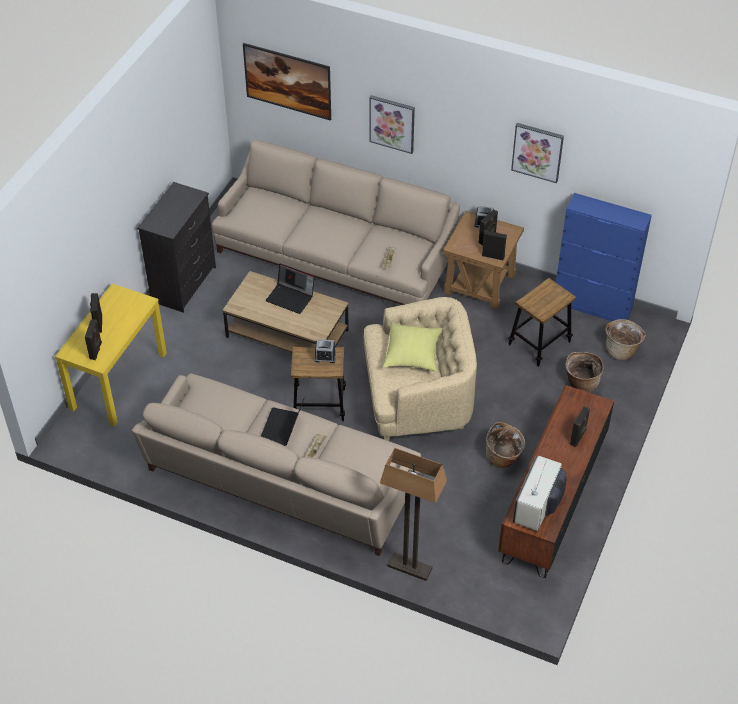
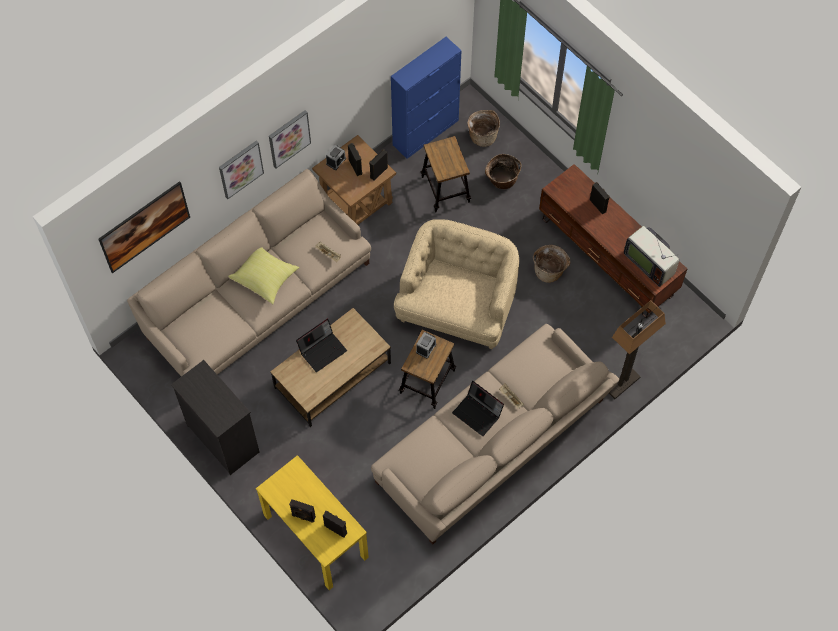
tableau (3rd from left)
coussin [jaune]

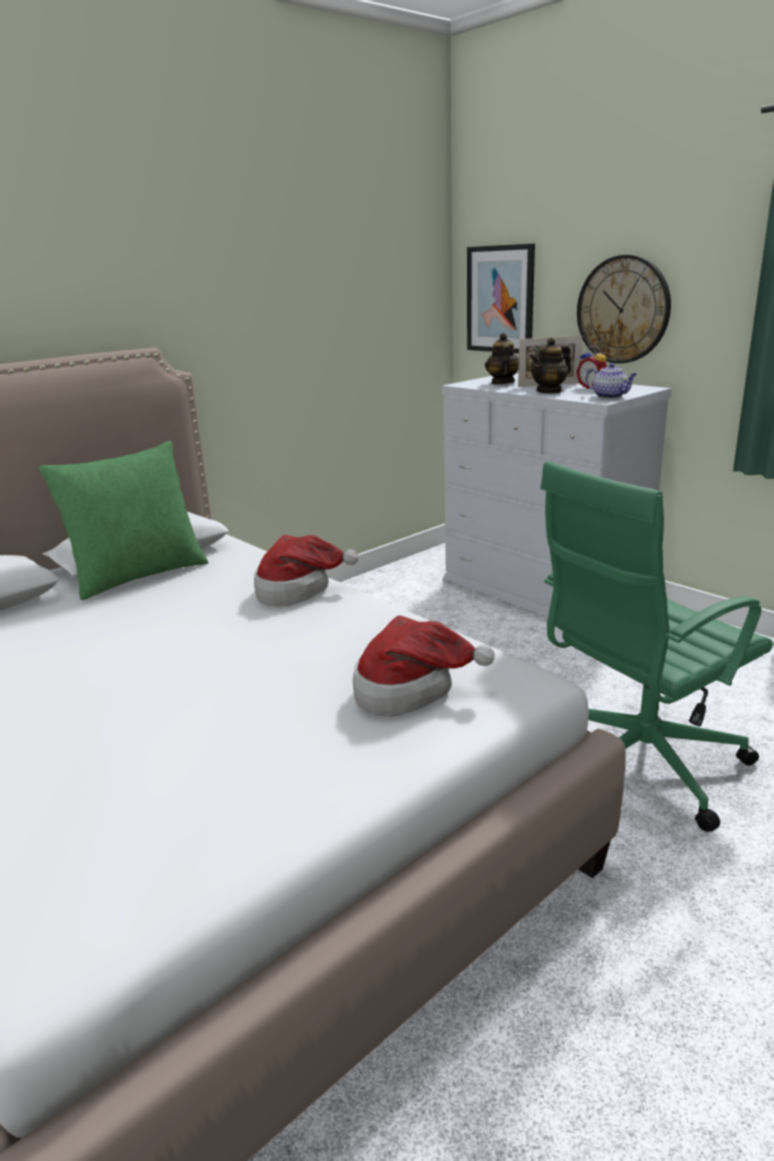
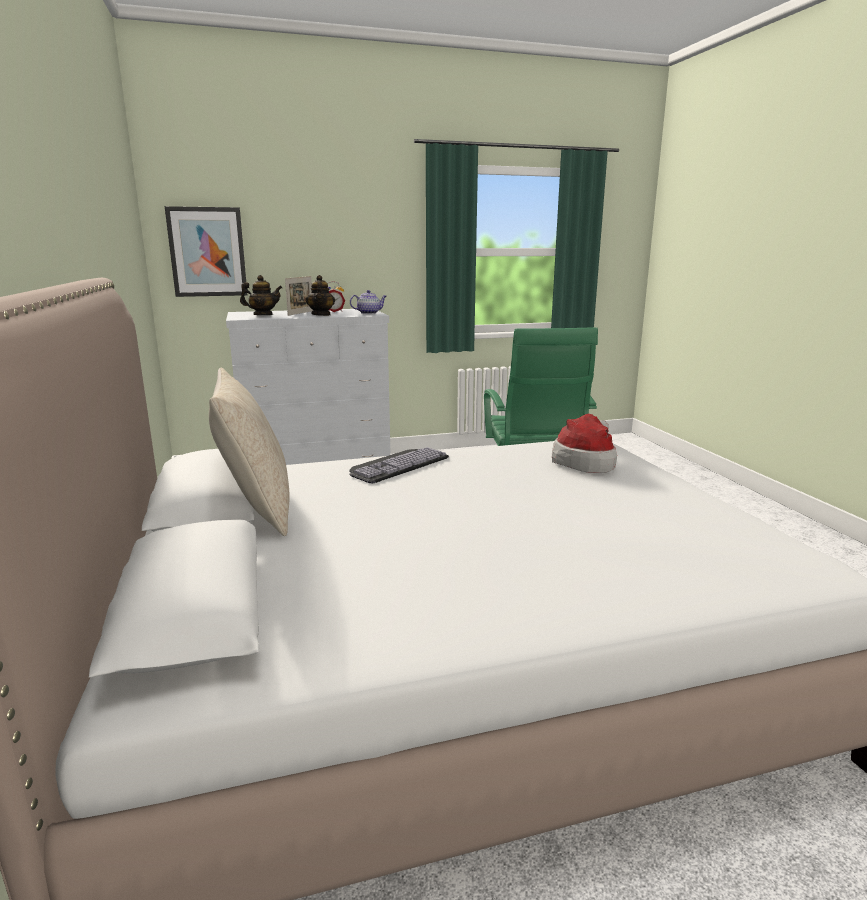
horloge murale
théière (1st from left)
coussin [beige]
clavier

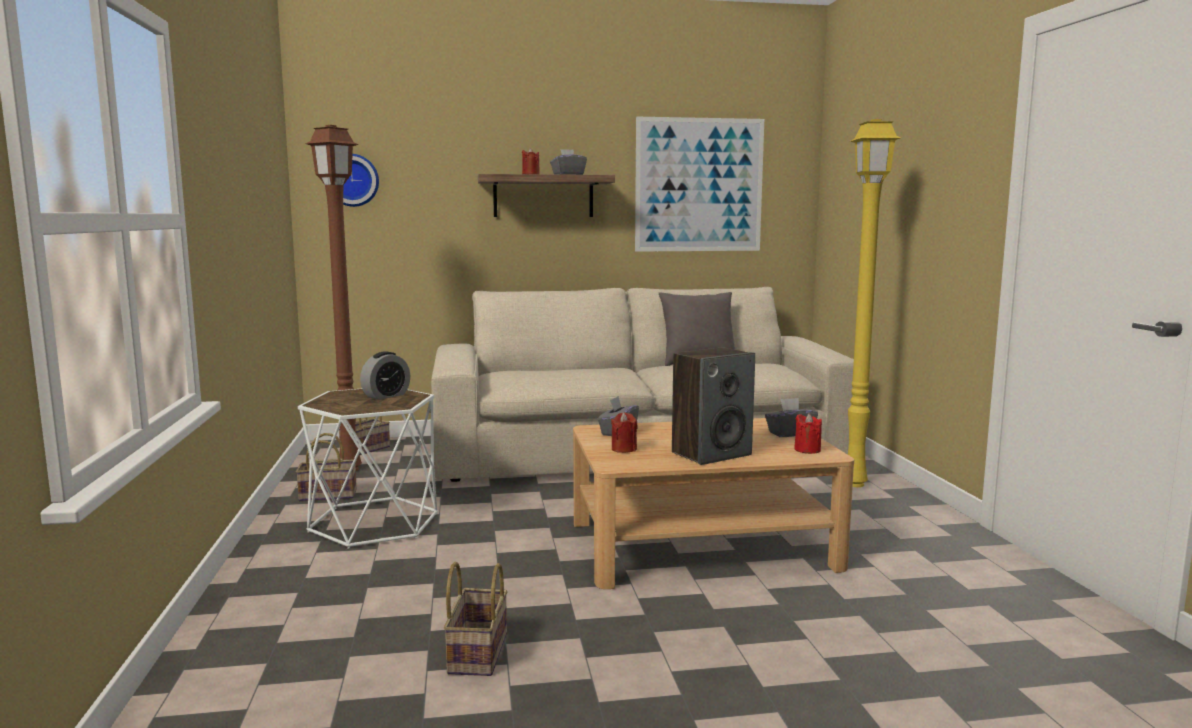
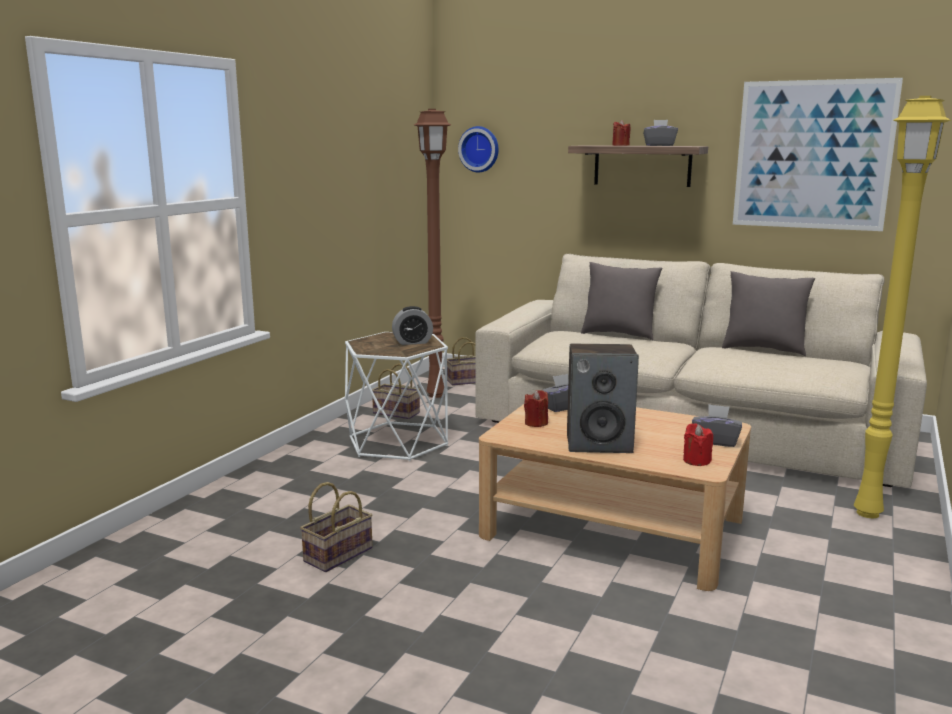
coussin [gris] (1st from left)

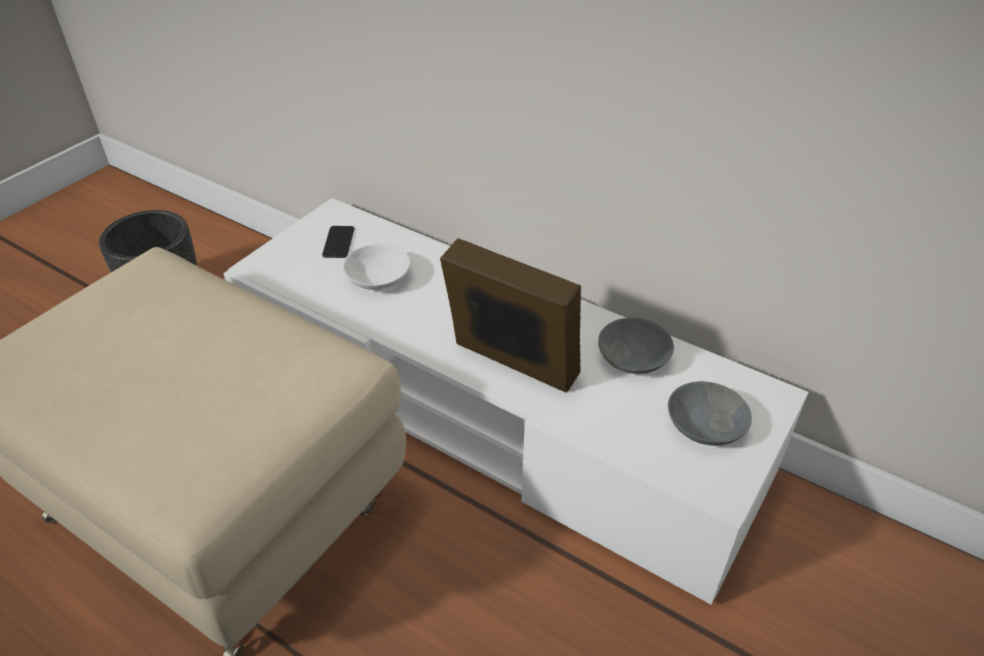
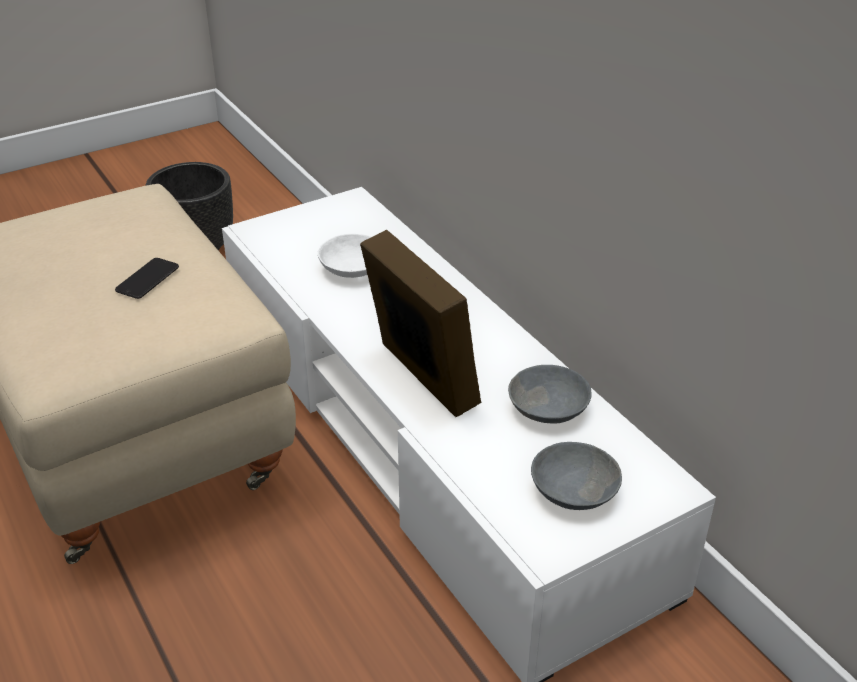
téléphone

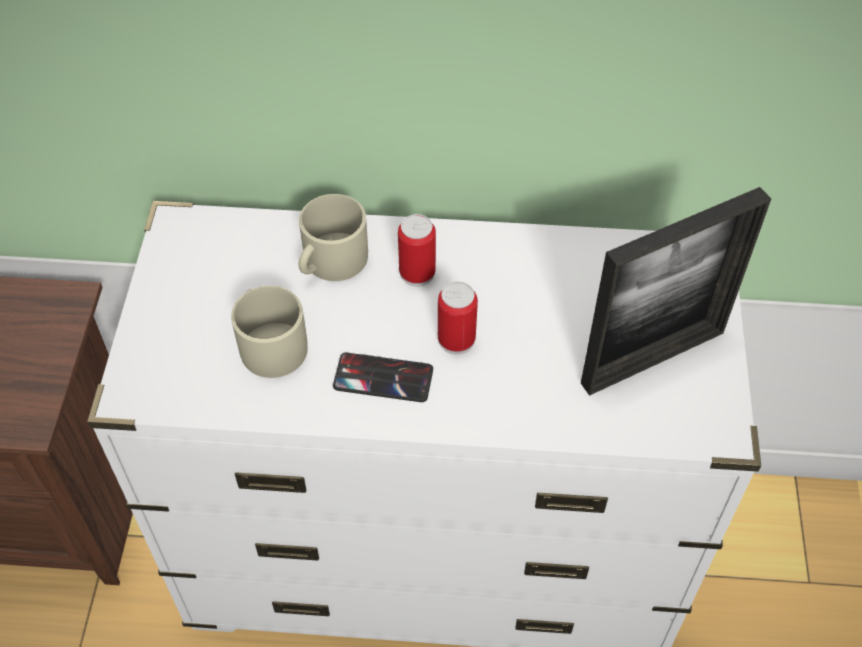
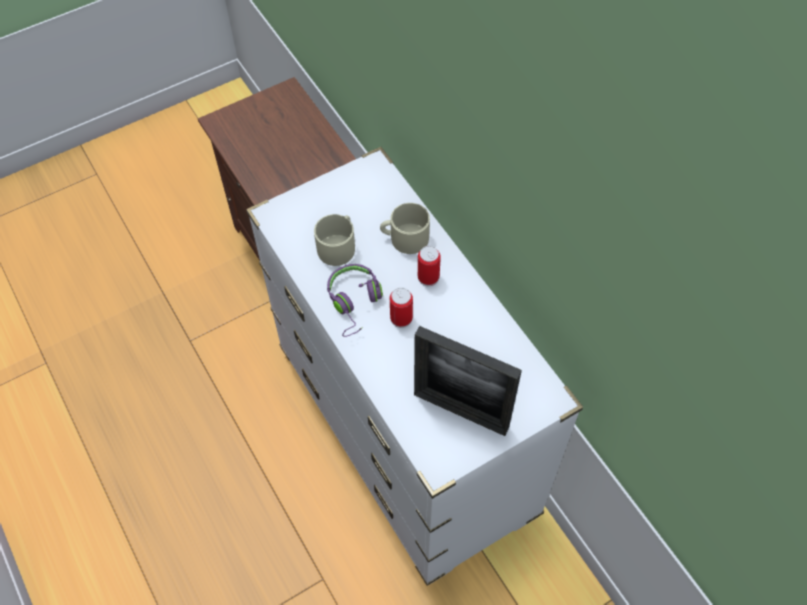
casque audio [violet]

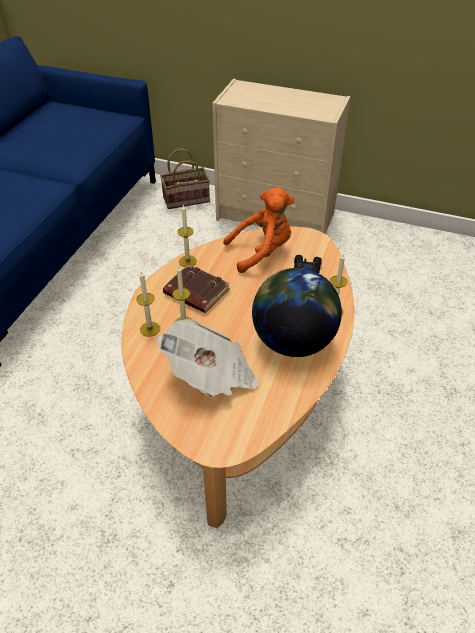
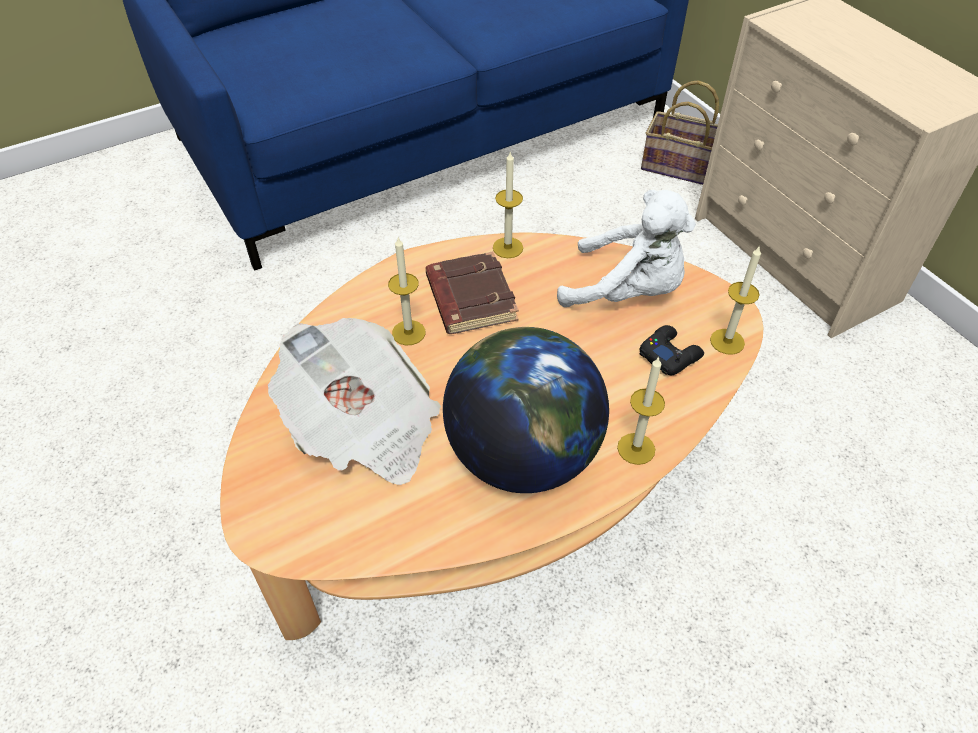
peluche [blanc]
bougie (4th from left)

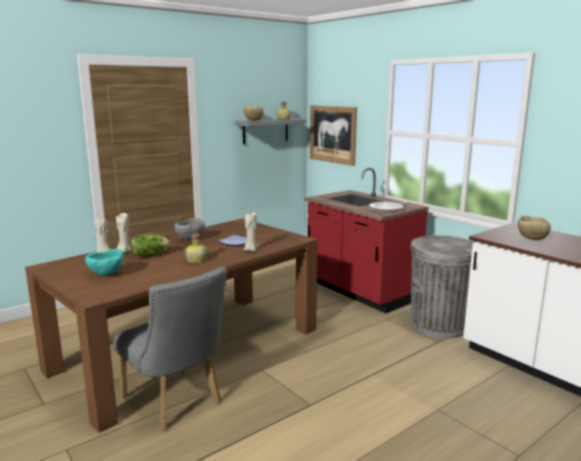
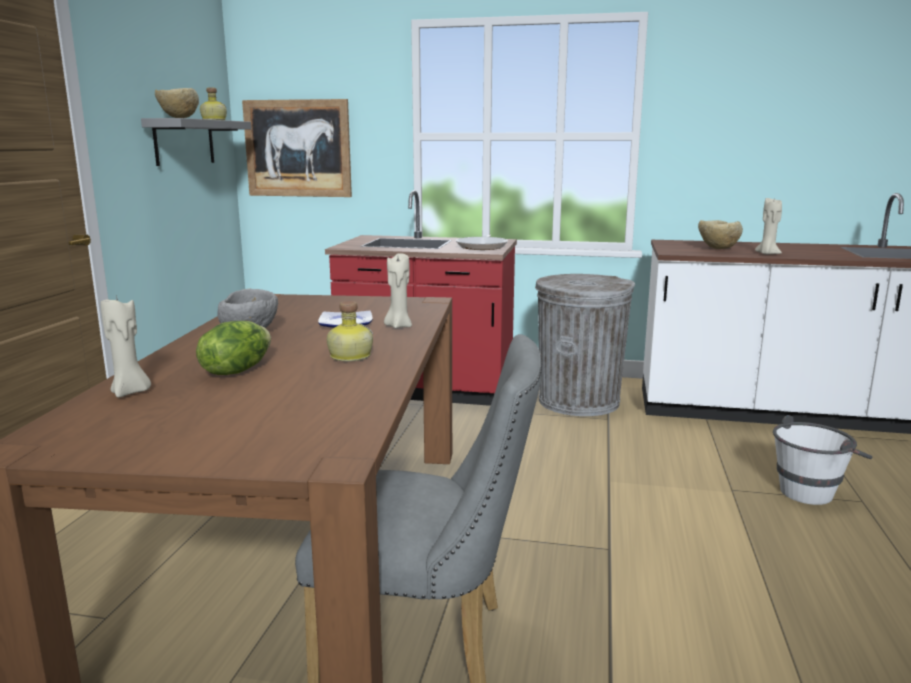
bougie [beige] (3rd from left)
bol [turquoise]
seau [blanc]

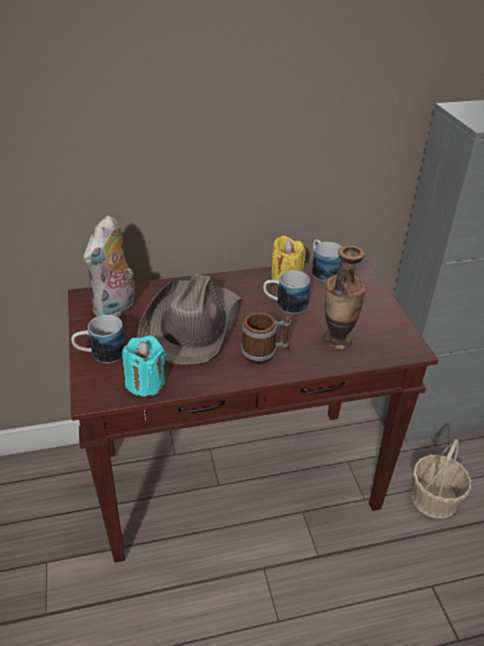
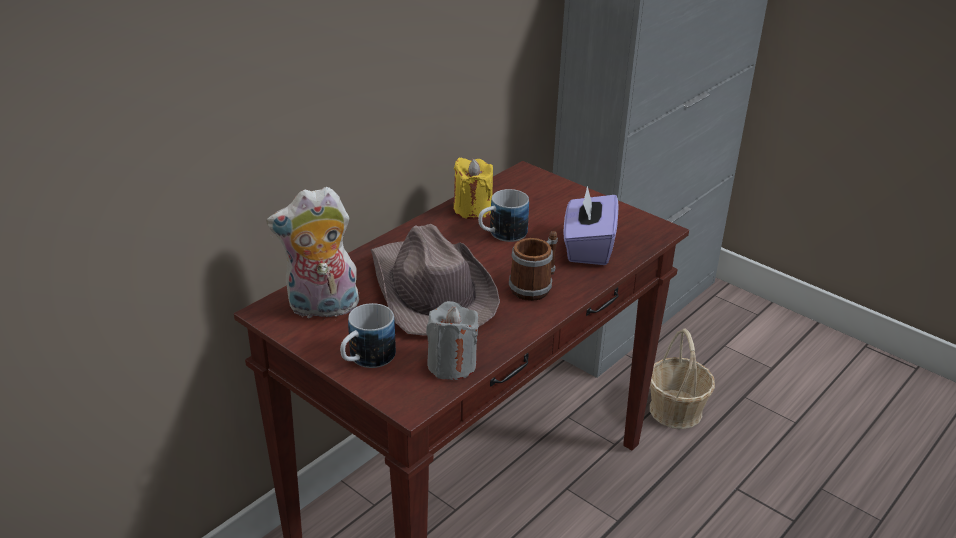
peluche
mug (4th from left in the first image)
boîte à mouchoirs [violet]
bougie [gris]

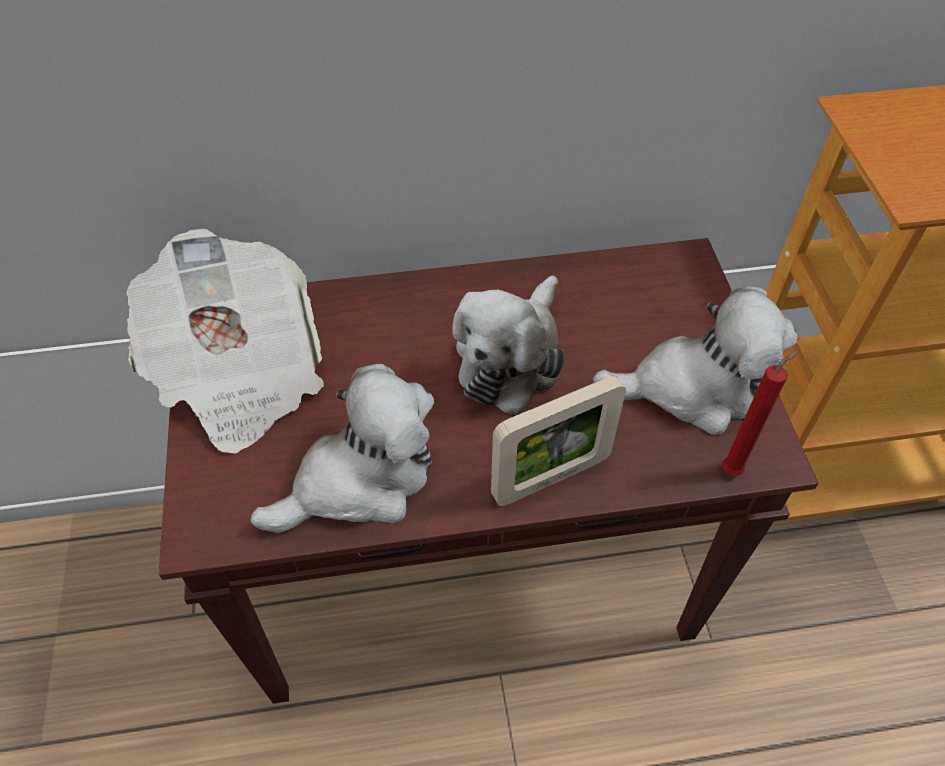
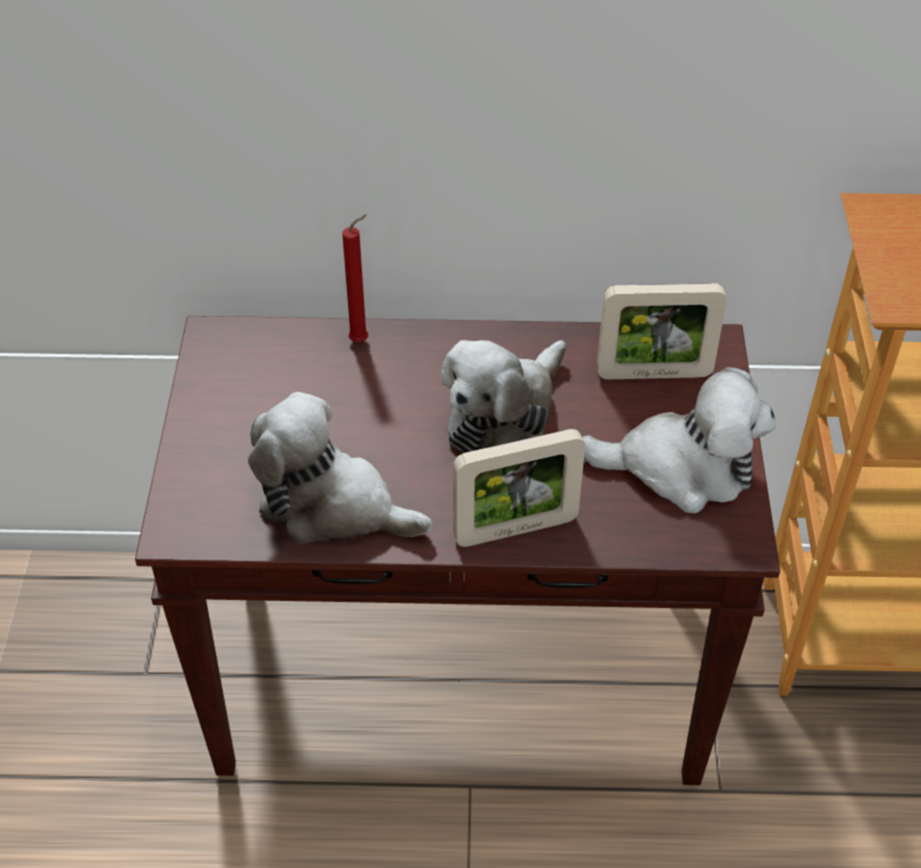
journal
bougie [rouge]
peluche (1st from left)
cadre photo (2nd from left)

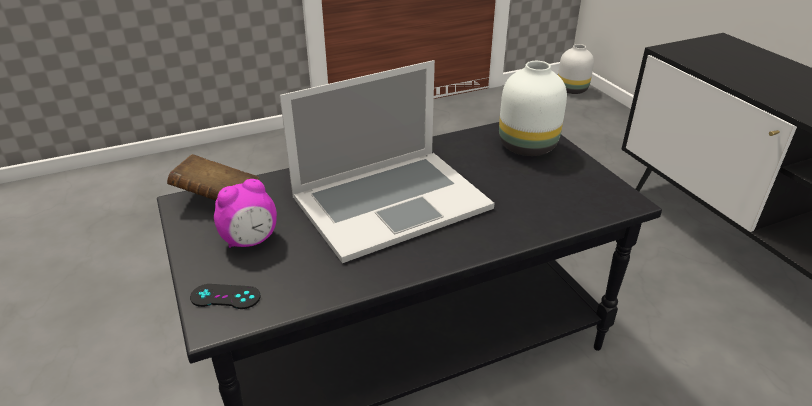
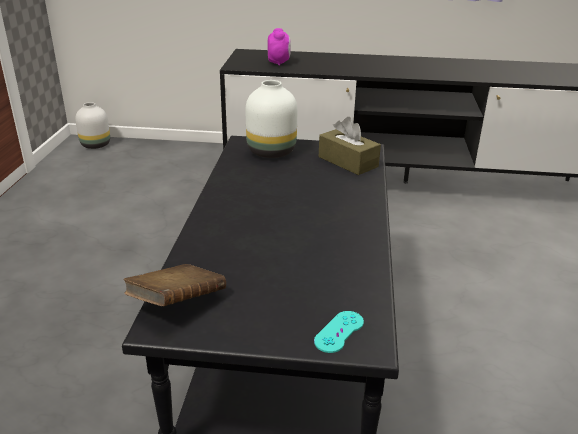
ordinateur portable
réveil
manette [turquoise]
boîte à mouchoirs [marron]

